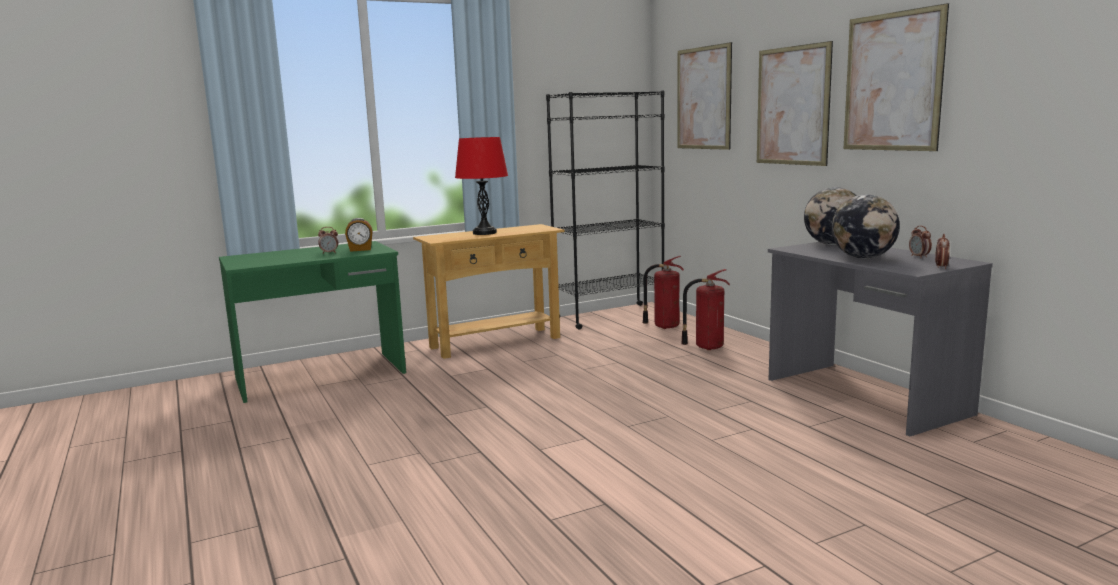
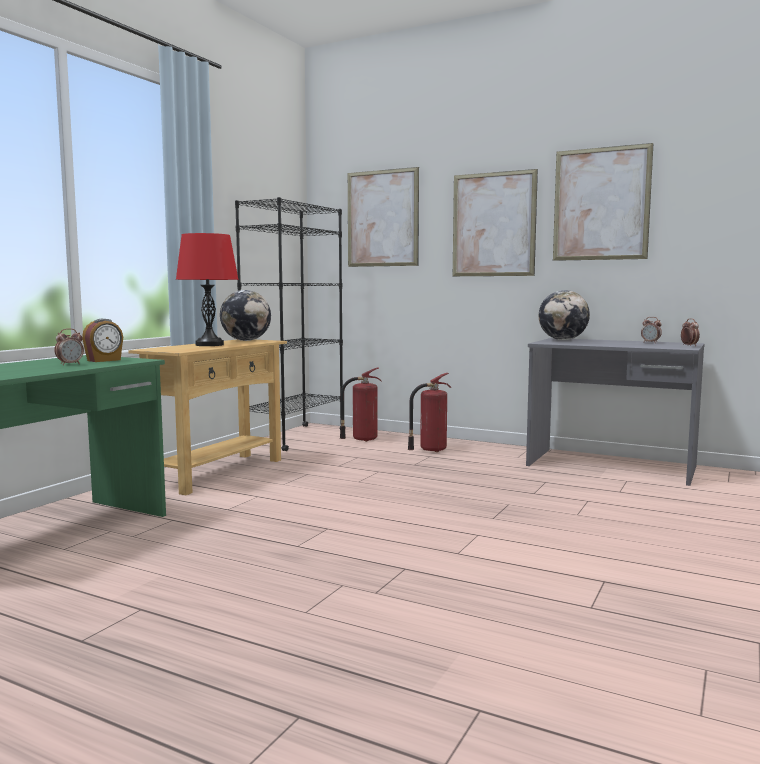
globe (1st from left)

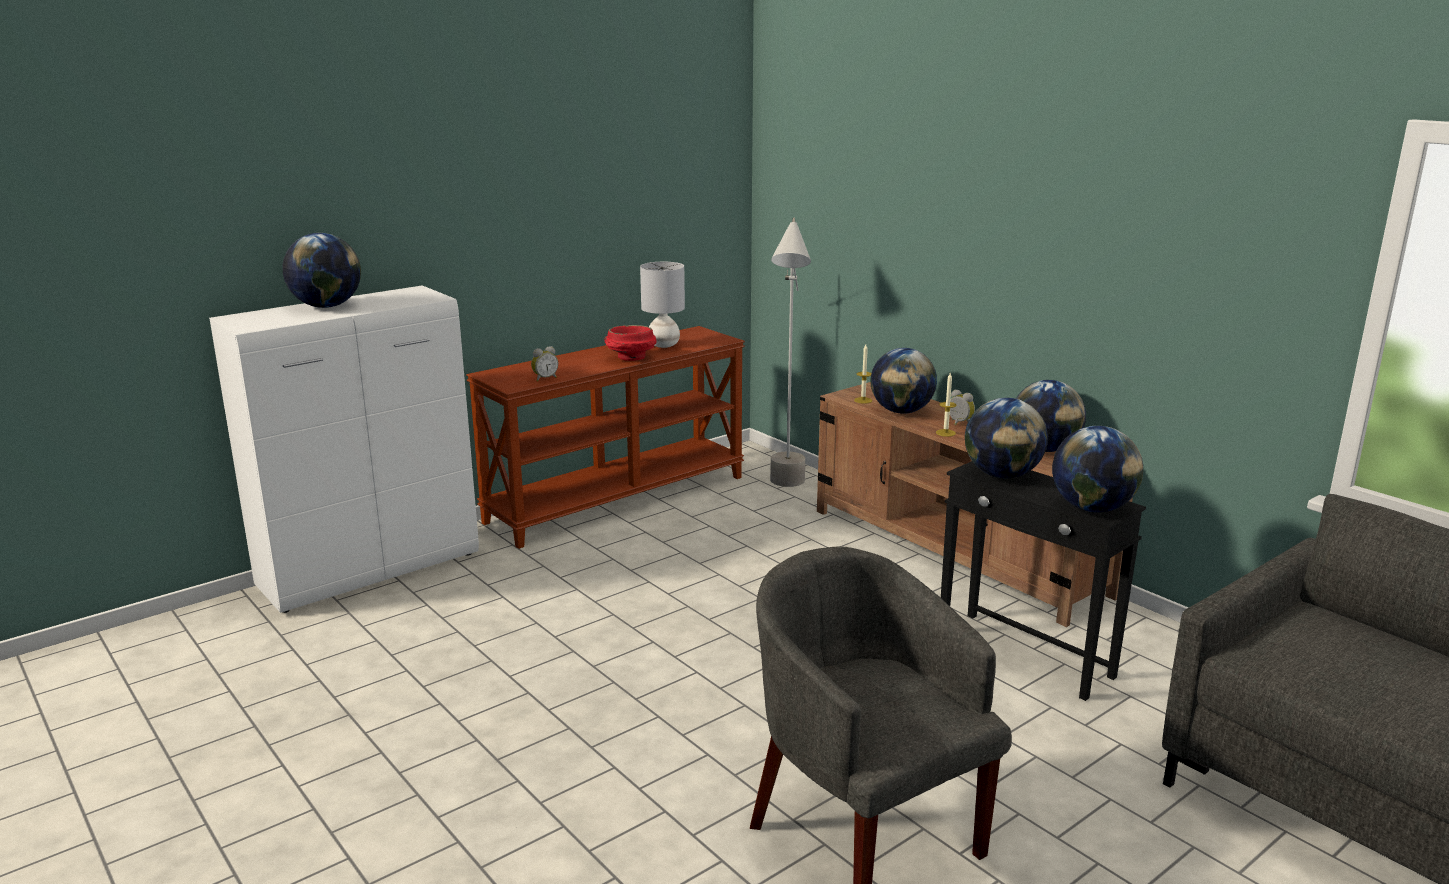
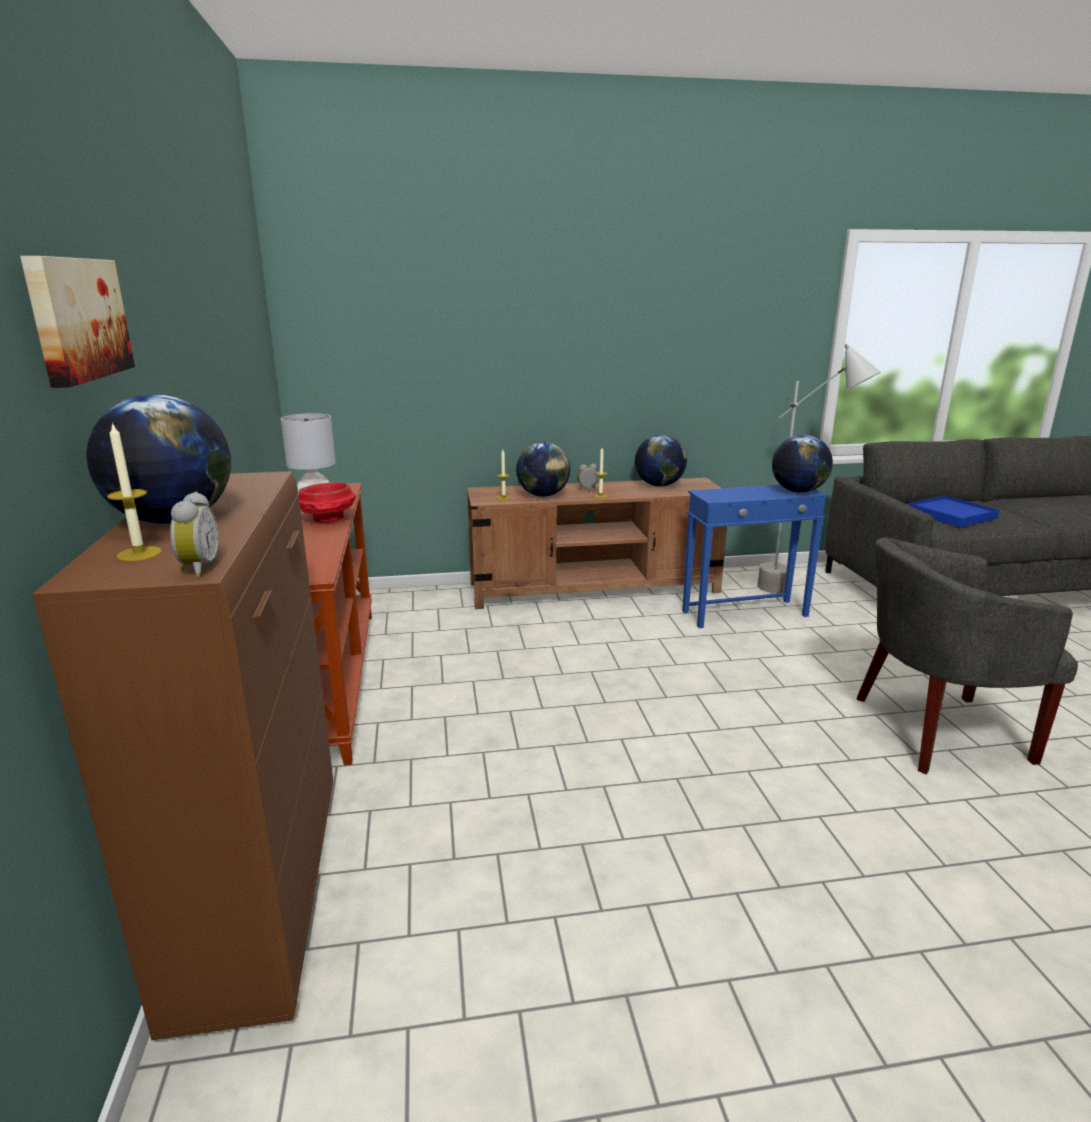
lampadaire [gris]
meuble de rangement [marron]
réveil (1st from left)
globe (3rd from left in the first image)
table d'appoint [bleu]
tableau
bougie (1st from left)
plateau [bleu]

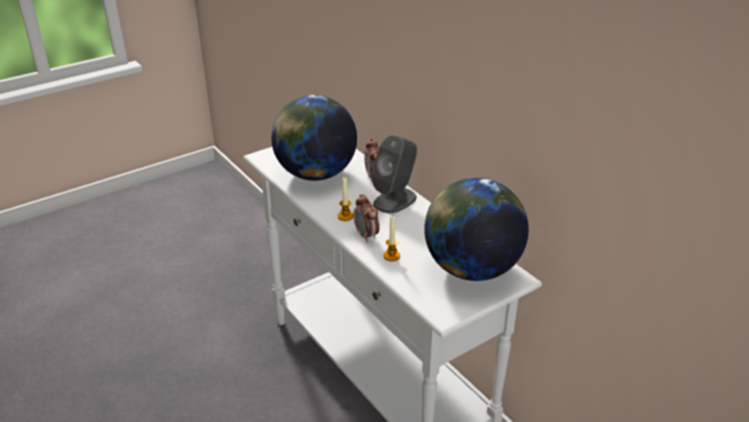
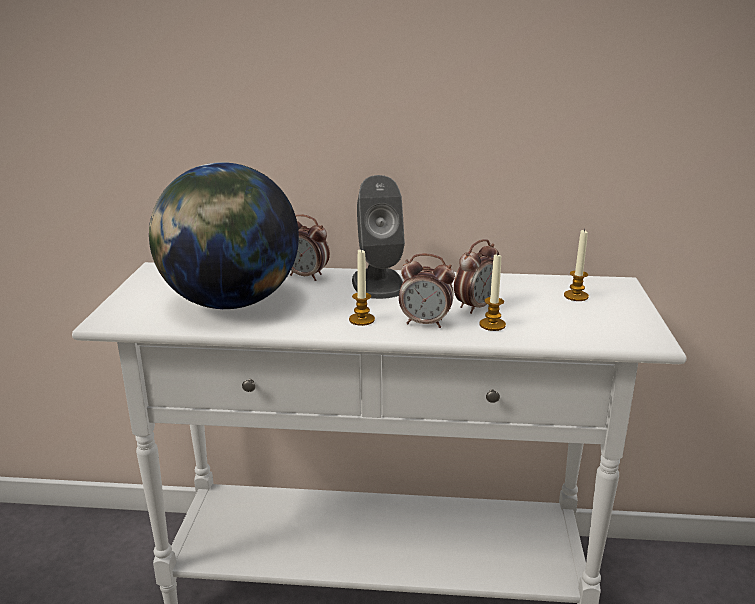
bougie (3rd from left)
réveil (3rd from left)

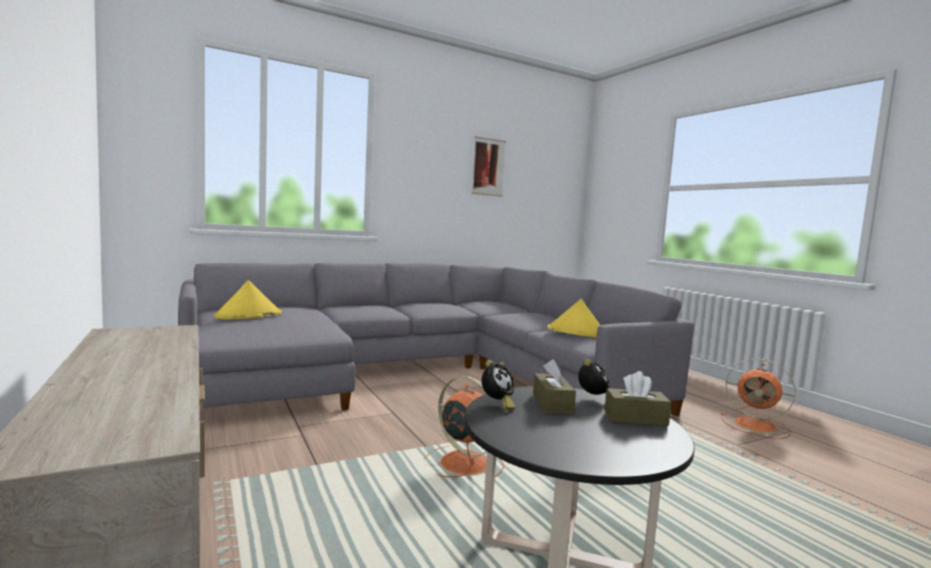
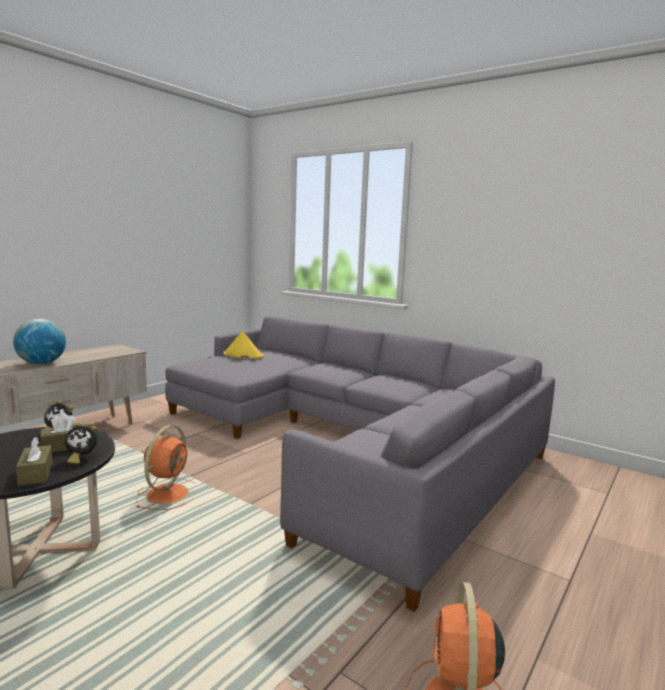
tableau
chapeau [jaune] (2nd from left in the first image)
globe

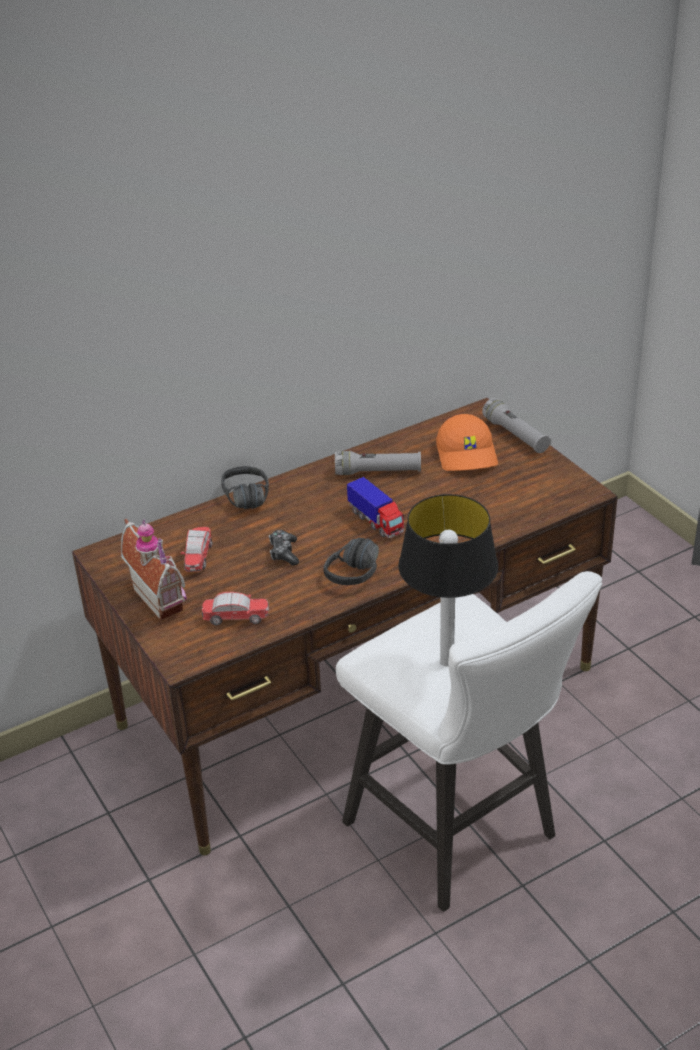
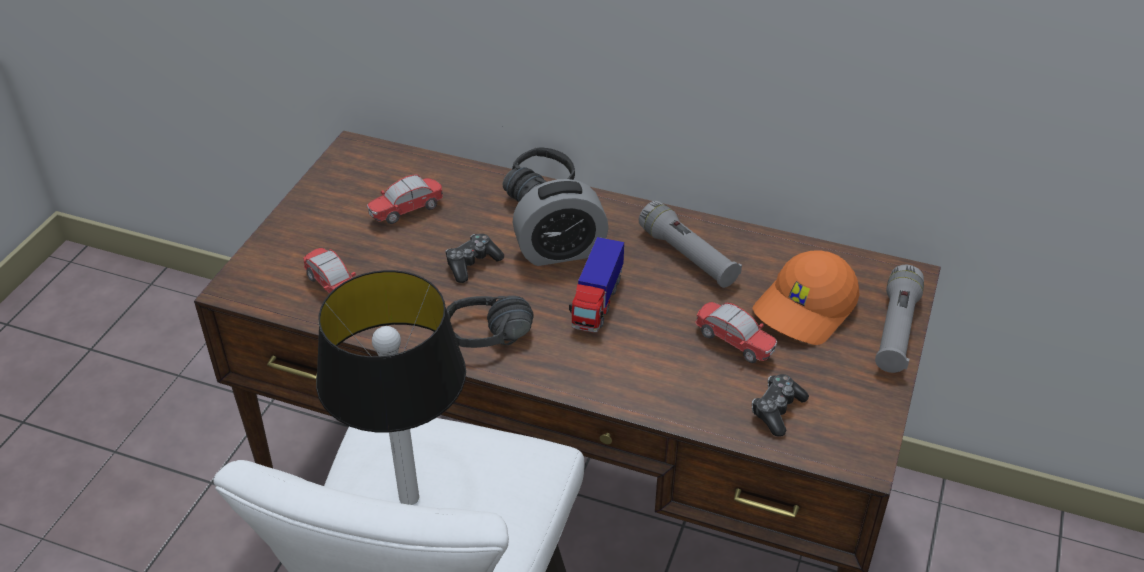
maison miniature
réveil
petite voiture (3rd from left)
manette (2nd from left)

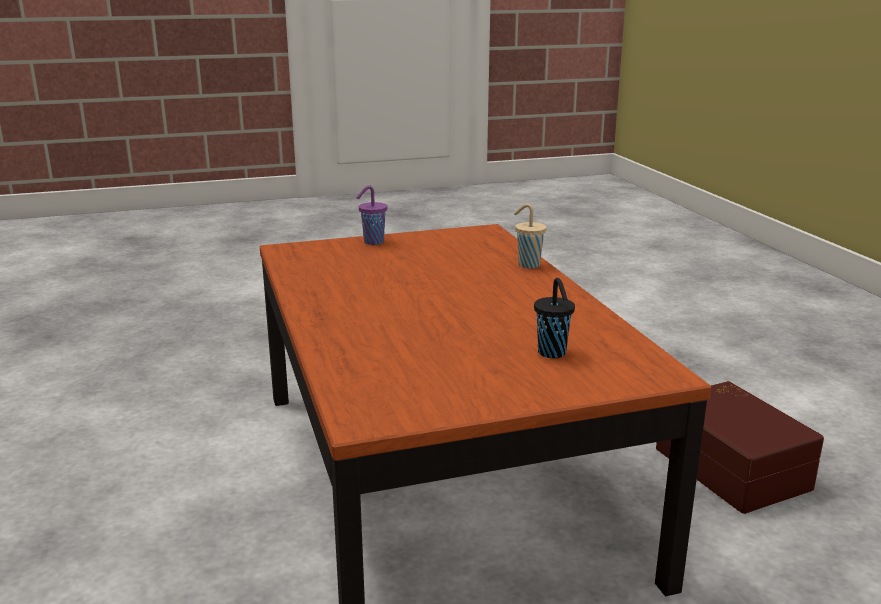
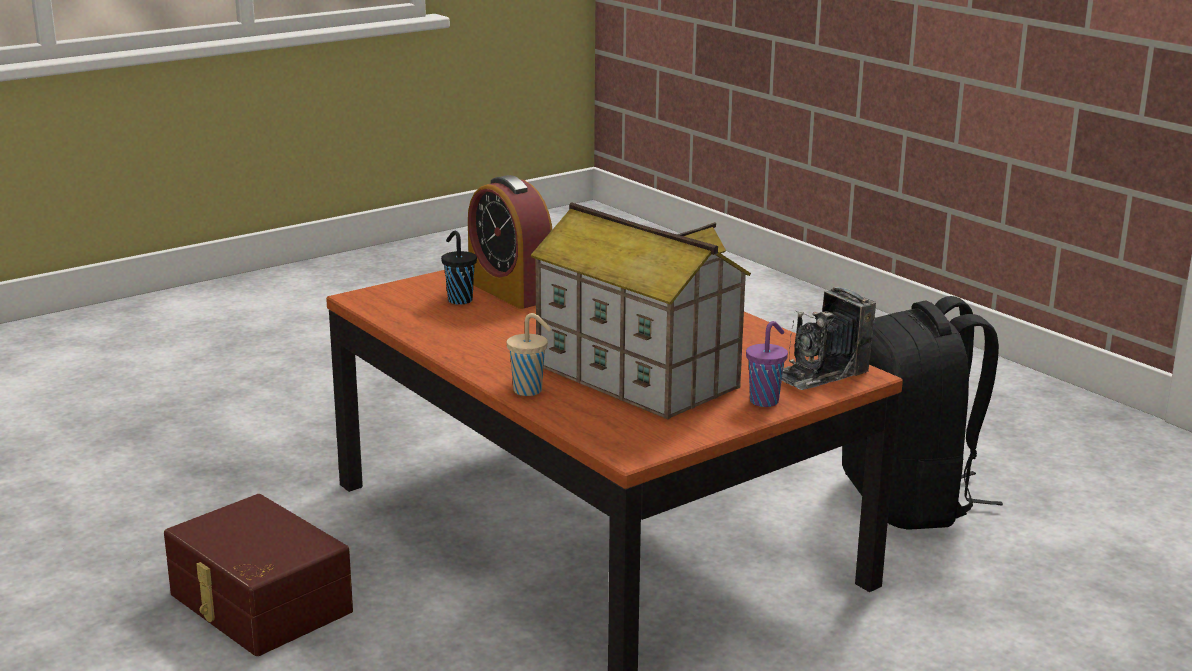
réveil
maison miniature
appareil photo
sac à dos [noir]

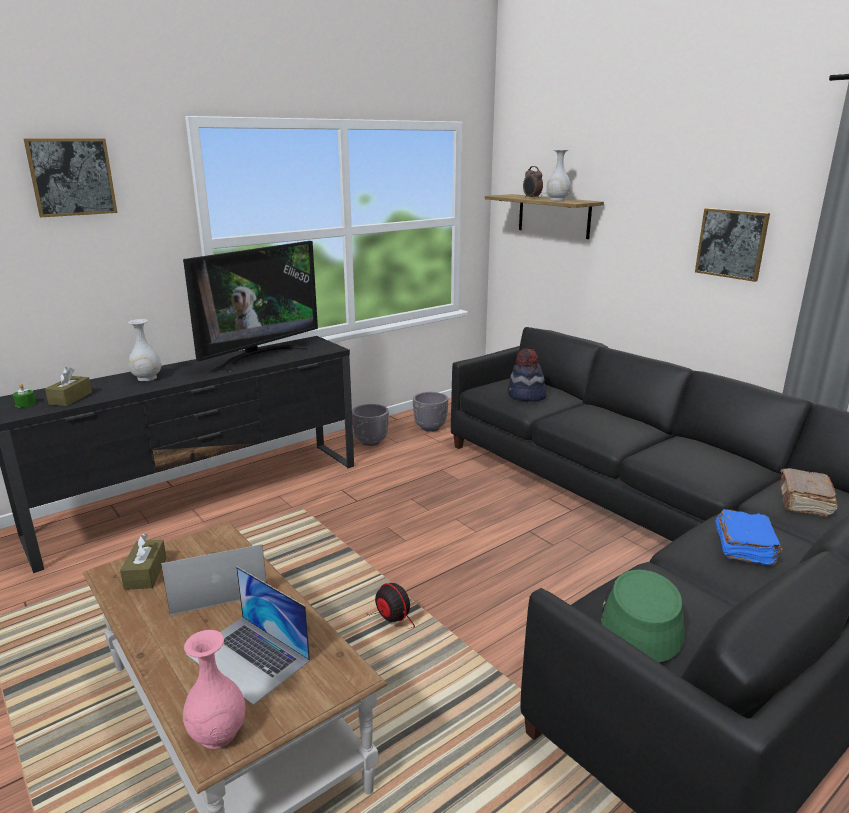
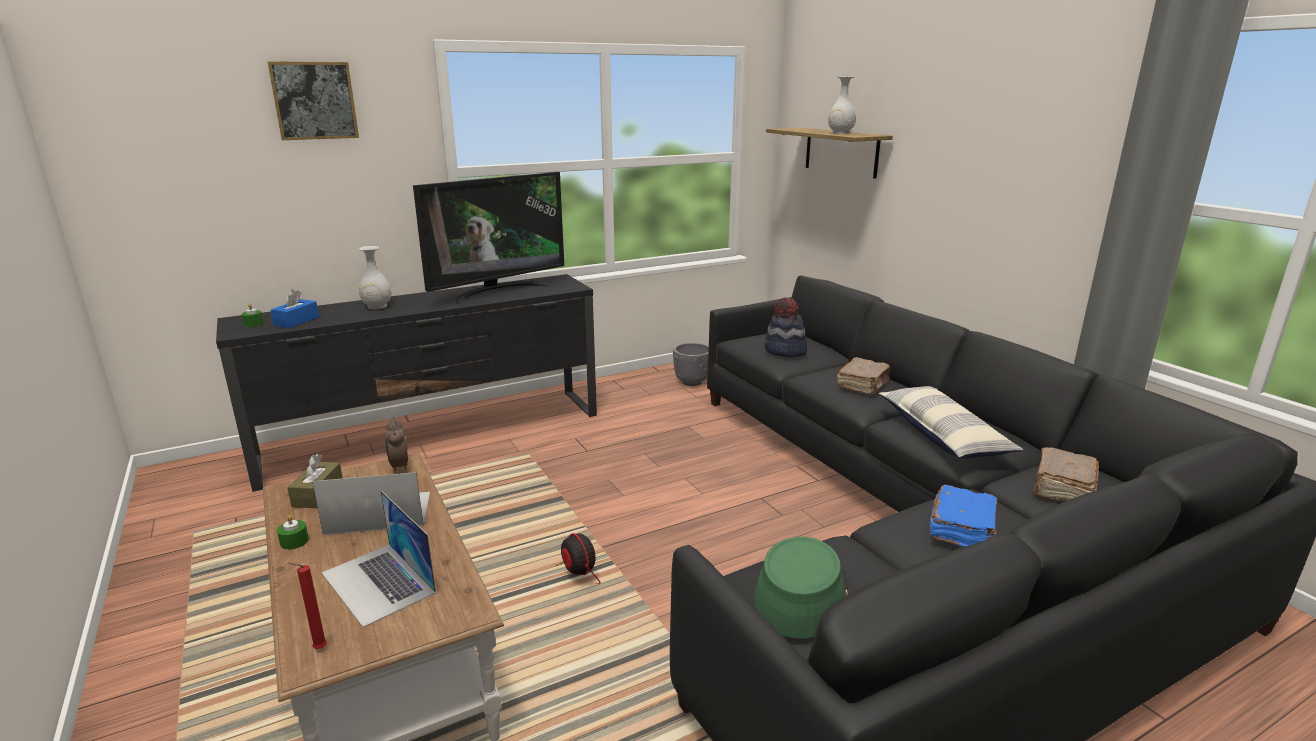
réveil
tableau (2nd from left in the first image)
boîte à mouchoirs [bleu]
cache-pot [gris] (1st from left in the first image)
bougie [rouge]
livre [marron] (1st from left)
coussin
bougie [vert] (2nd from left)

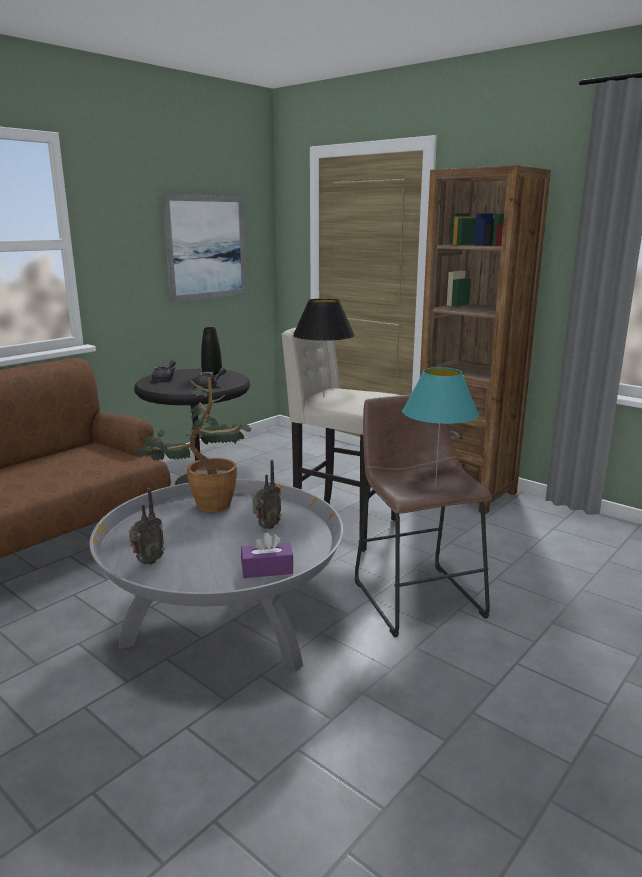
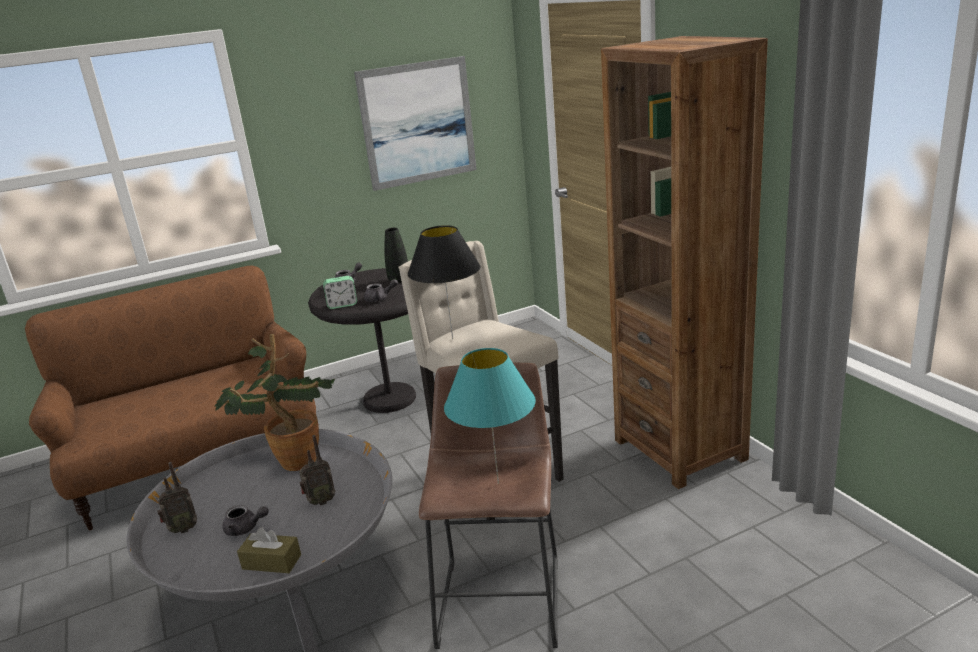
boîte à mouchoirs [marron]
réveil
théière [gris] (1st from left)

